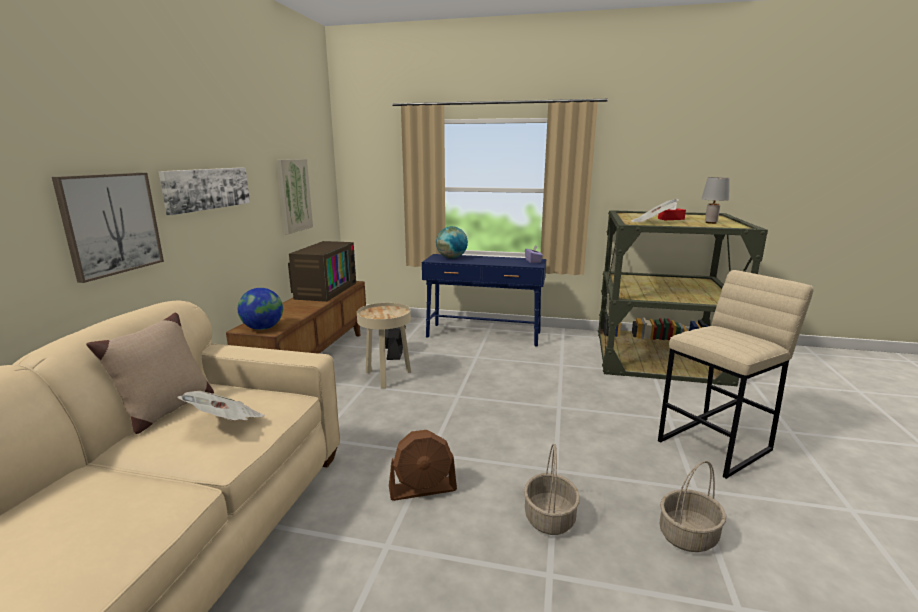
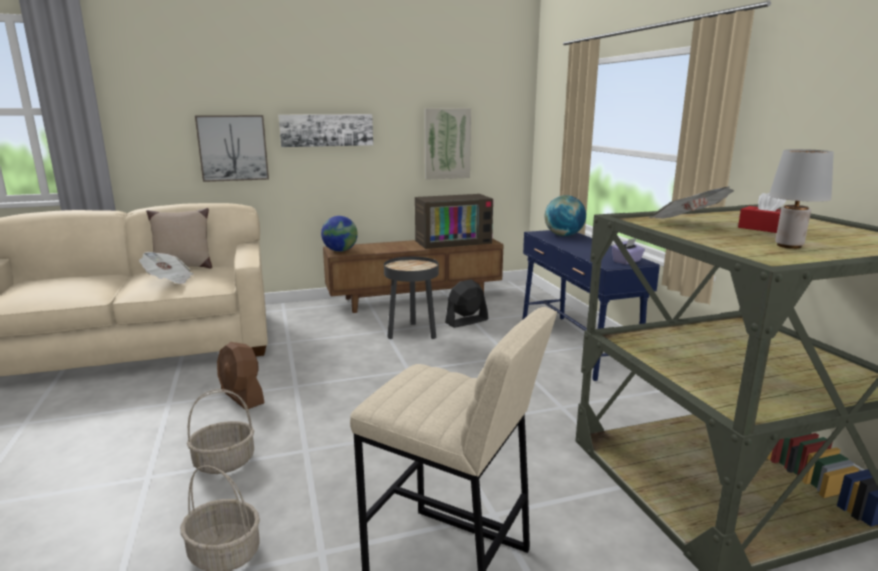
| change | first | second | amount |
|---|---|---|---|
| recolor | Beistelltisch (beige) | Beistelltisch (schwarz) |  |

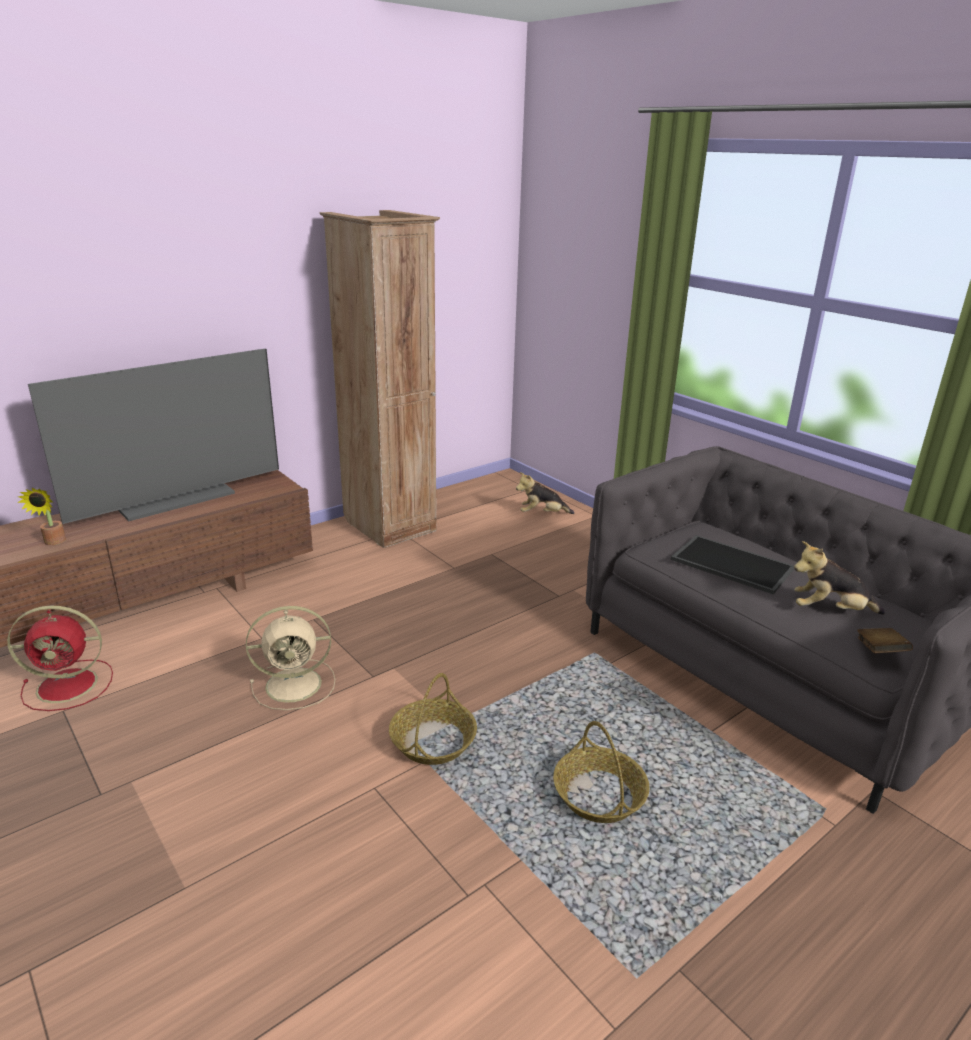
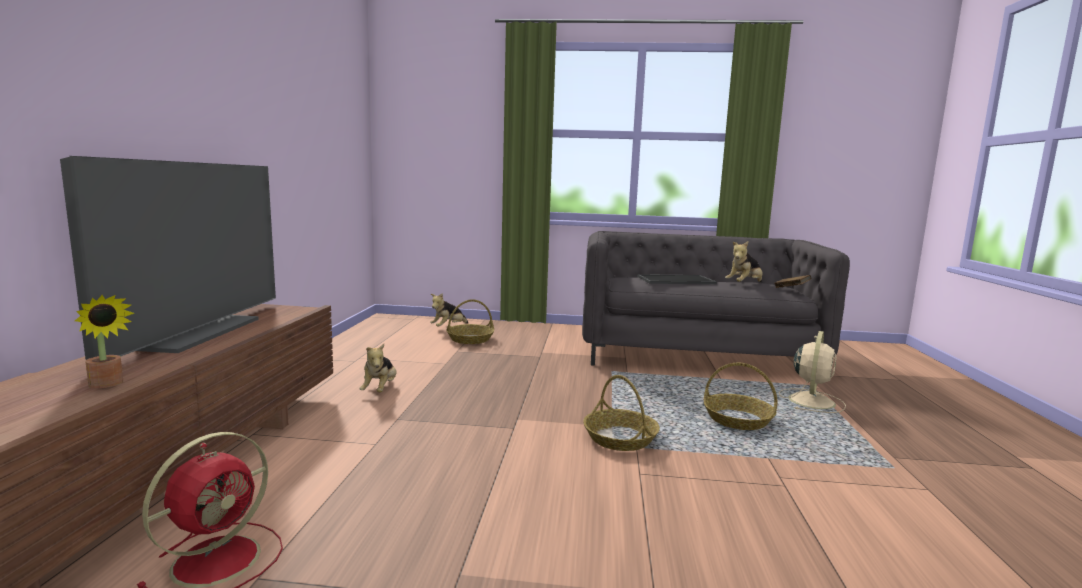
| change | first | second | amount |
|---|---|---|---|
| delete | Schrank (braun) |  |  |
| insert |  | Plüschtier (1st from left) |  |
| insert |  | Korb (1st from left) |  |
| move | Ventilator (beige) |  |  |

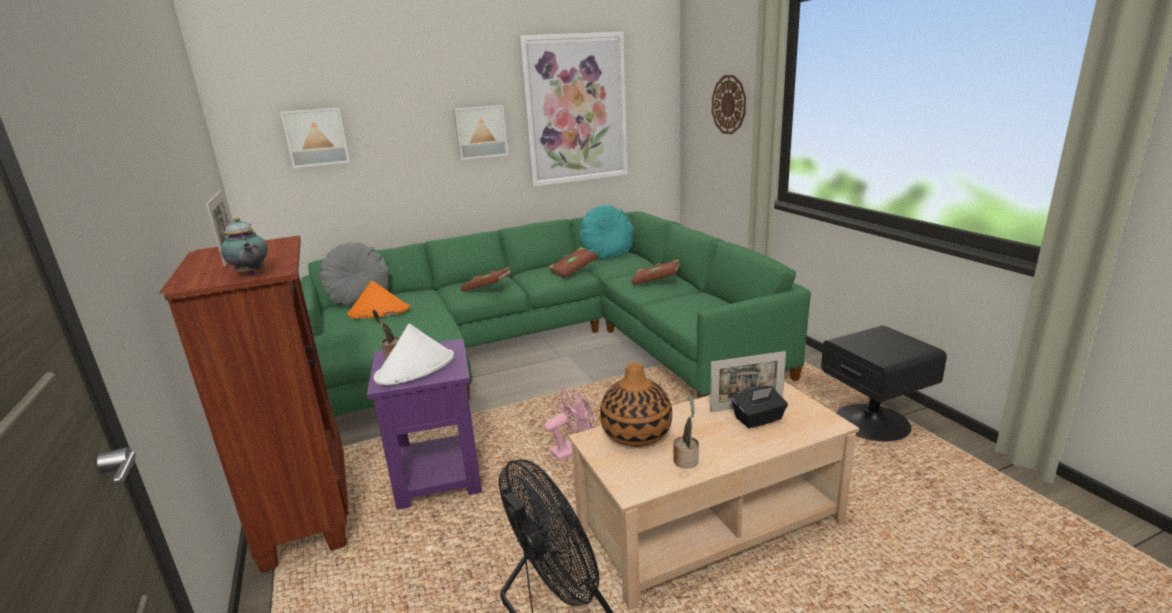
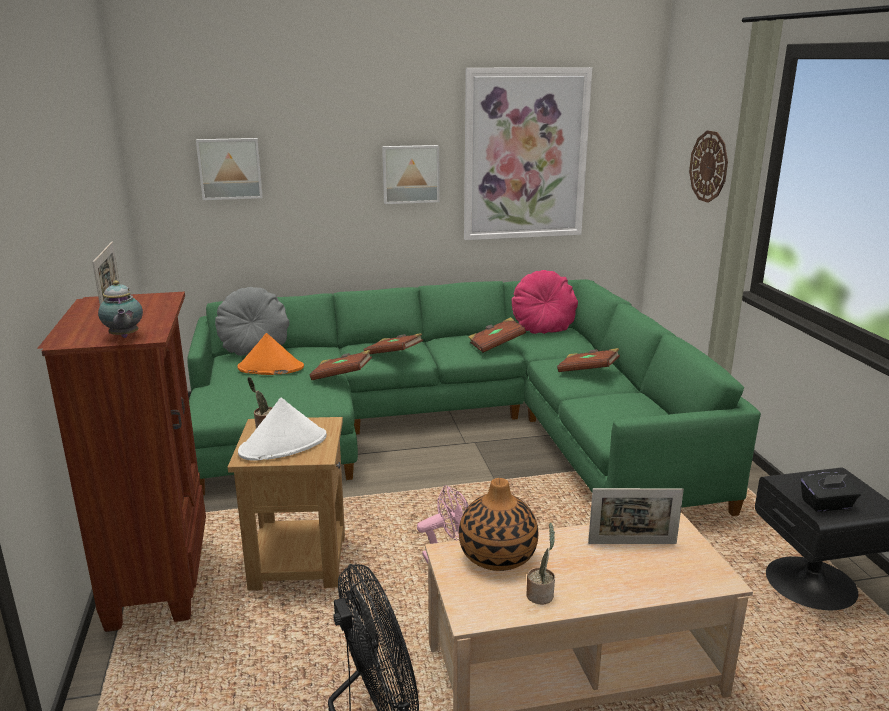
| change | first | second | amount |
|---|---|---|---|
| insert |  | Buch (braun) (1st from left) |  |
| move | Taschentuchbox (schwarz) |  |  |
| recolor | Beistelltisch (lila) | Beistelltisch (braun) |  |
| recolor | Kissen (türkis) | Kissen (rosa) |  |

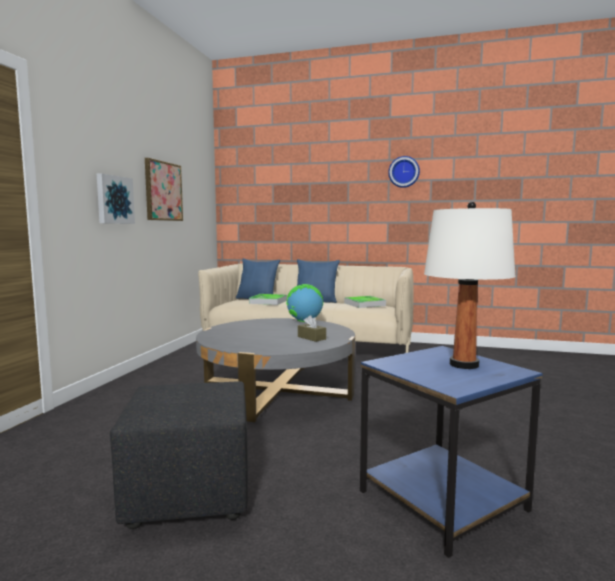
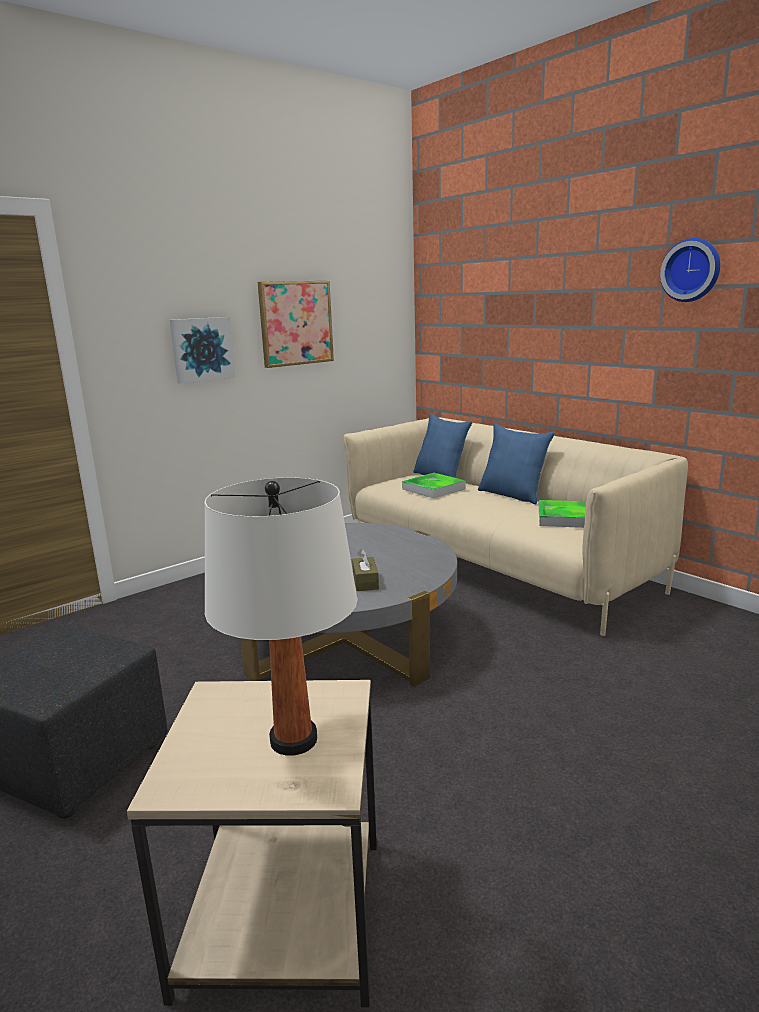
| change | first | second | amount |
|---|---|---|---|
| delete | Globus |  |  |
| recolor | Beistelltisch (blau) | Beistelltisch (beige) |  |

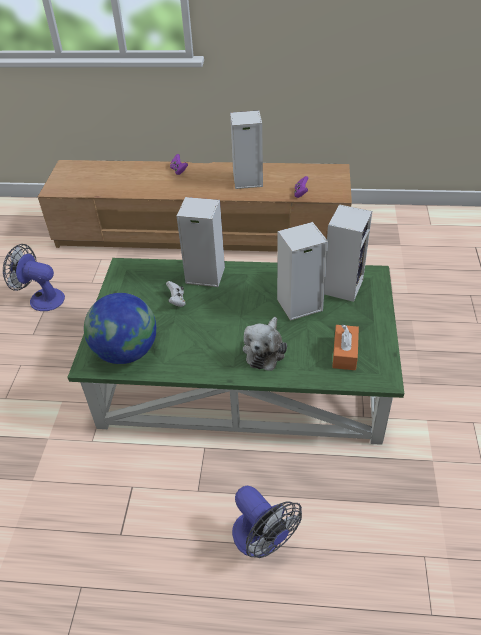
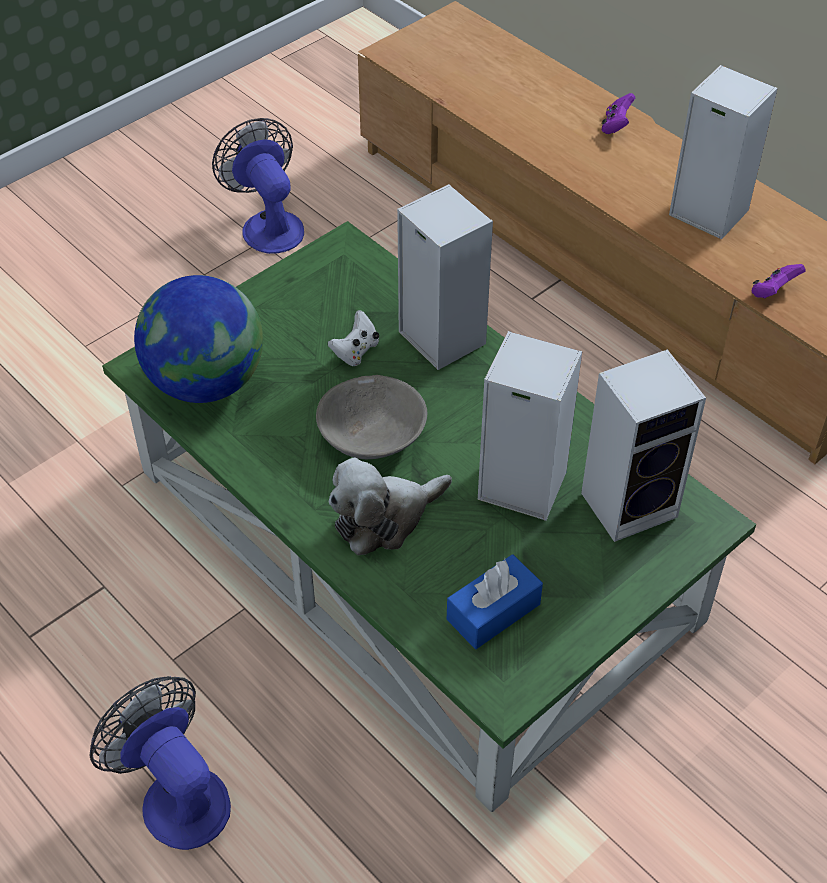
| change | first | second | amount |
|---|---|---|---|
| insert |  | Schüssel (grau) |  |
| recolor | Taschentuchbox (orange) | Taschentuchbox (blau) |  |
| rotate | Ventilator (2nd from left in the first image) | Ventilator (1st from left) | 135 degrees clockwise |

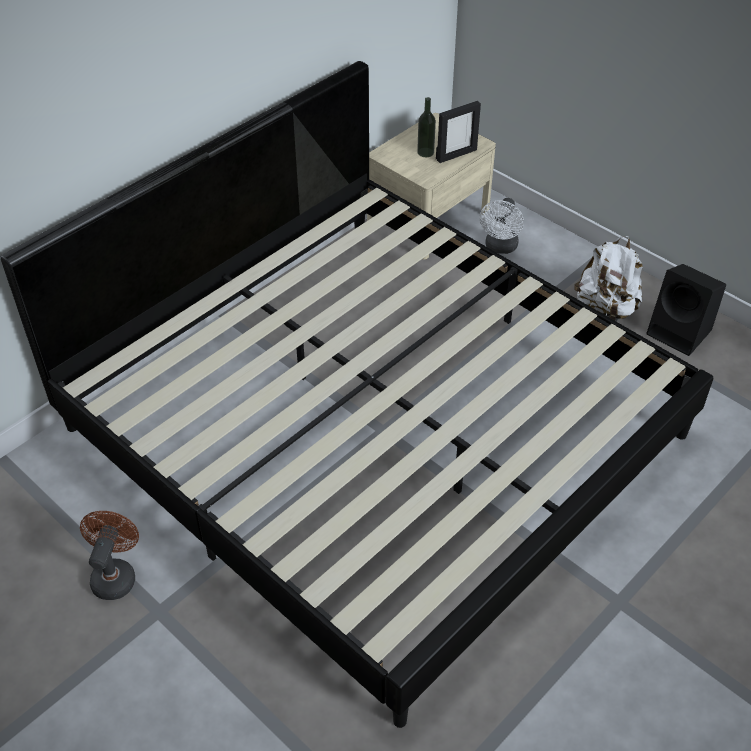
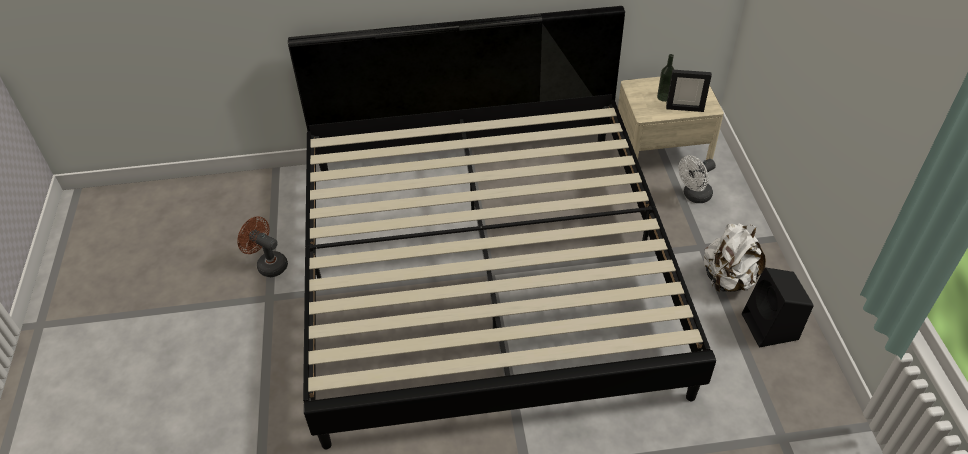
| change | first | second | amount |
|---|---|---|---|
| rotate | Ventilator (braun) |  | 105 degrees counterclockwise |

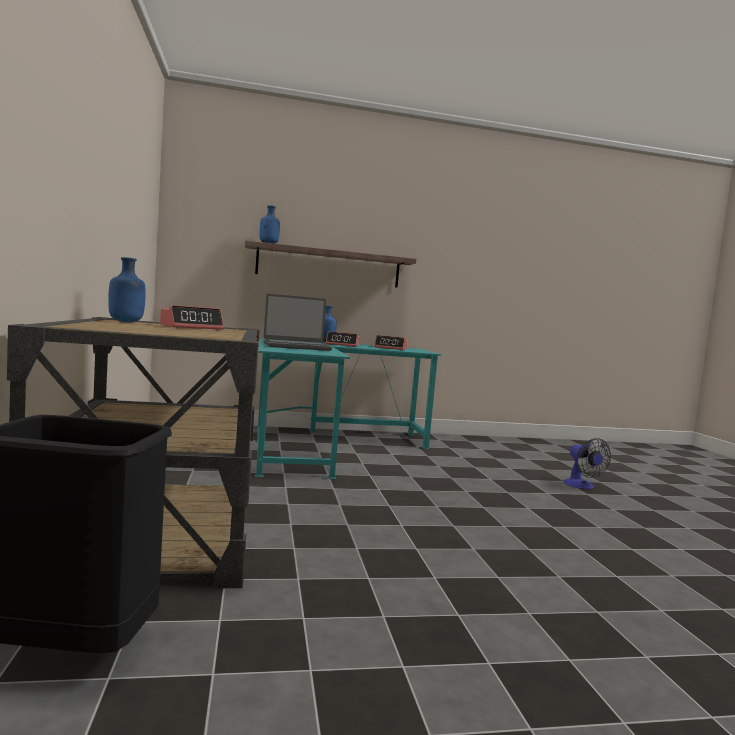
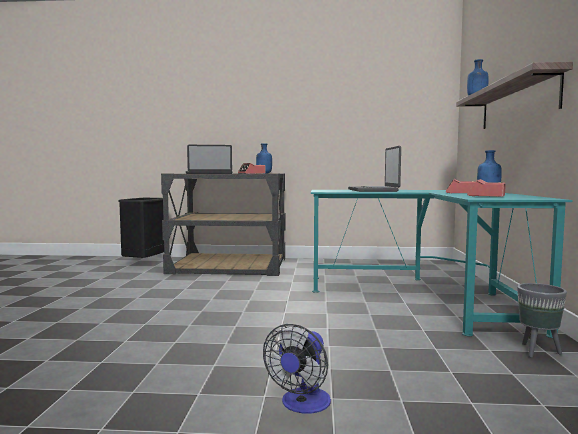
| change | first | second | amount |
|---|---|---|---|
| insert |  | Laptop (1st from left) |  |
| insert |  | Pflanzkübel (grau) |  |
| rotate | Ventilator |  | 60 degrees counterclockwise |

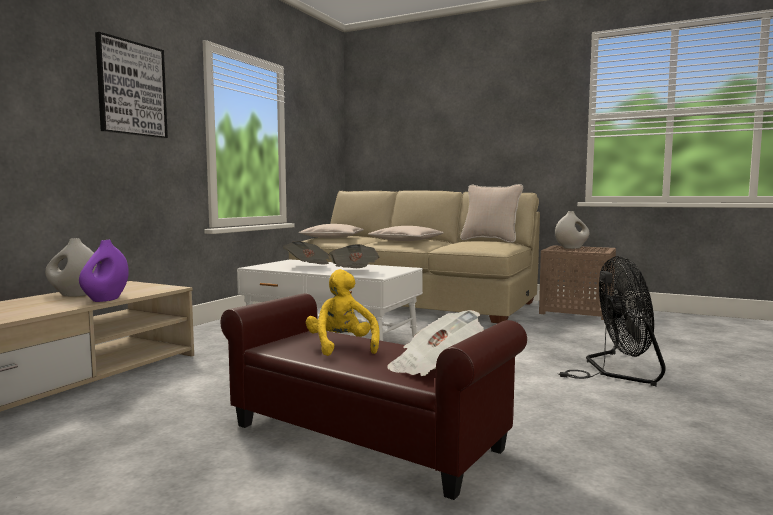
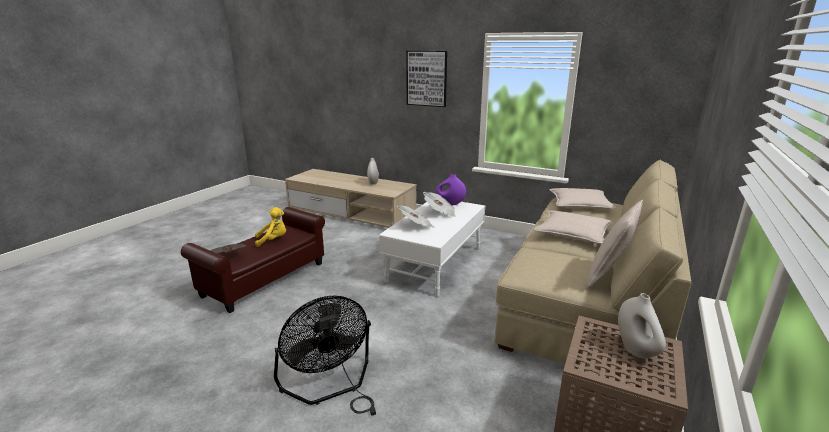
| change | first | second | amount |
|---|---|---|---|
| move | Vase (lila) |  |  |
| rotate | Ventilator (schwarz) |  | 150 degrees clockwise |

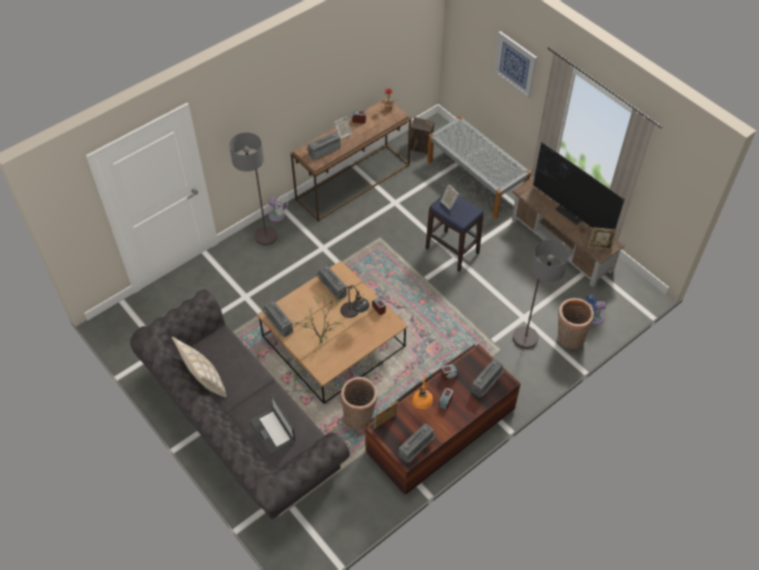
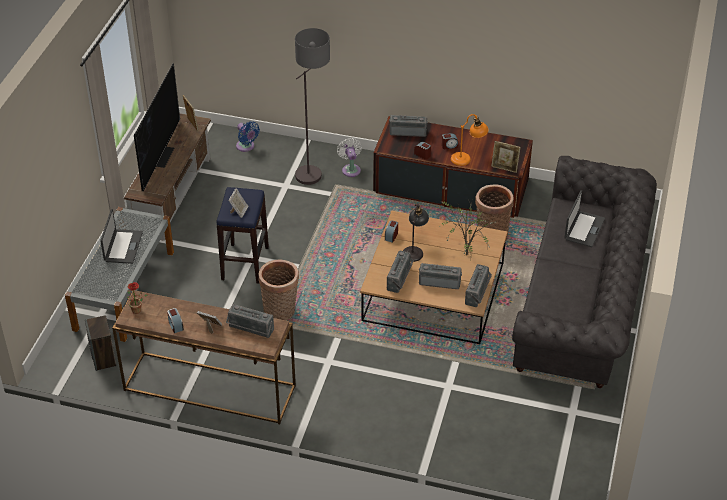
| change | first | second | amount |
|---|---|---|---|
| delete | Kissen (beige) |  |  |
| delete | Stehlampe (grau) (1st from left) |  |  |
| delete | Bild |  |  |
| insert |  | Laptop (1st from left) |  |
| move | Ventilator (weiß) |  |  |
| move | Radio (4th from left) |  |  |
| move | Korb (2nd from left in the first image) | Korb (1st from left) |  |

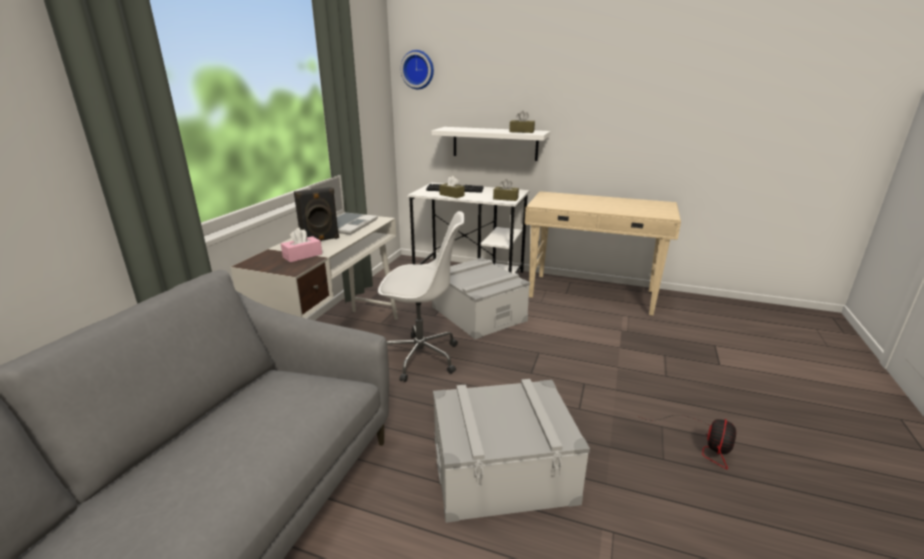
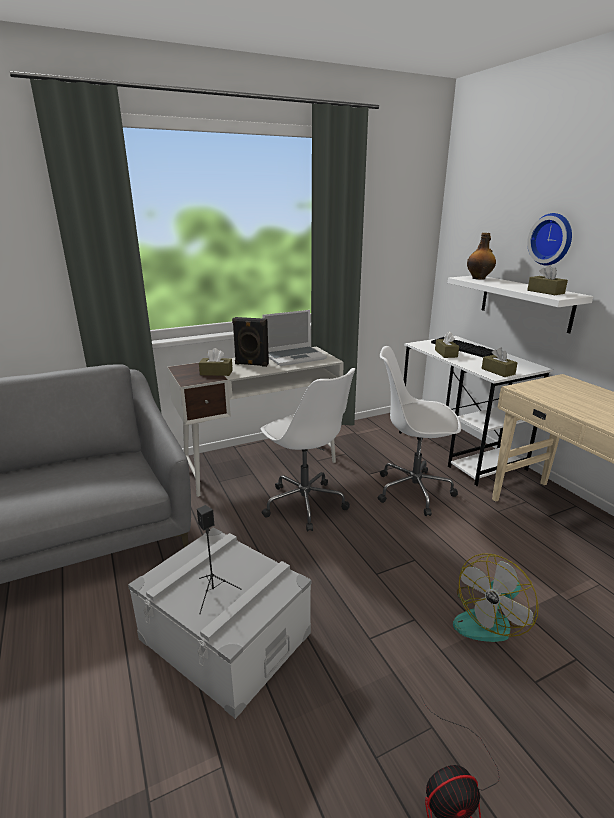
| change | first | second | amount |
|---|---|---|---|
| insert |  | Lautsprecher (schwarz) (1st from left) |  |
| insert |  | Ventilator (2nd from left) |  |
| insert |  | Flasche |  |
| move | Wanduhr |  |  |
| replace | Aufbewahrungsbox (grau) (1st from left) | Bürostuhl (weiß) (2nd from left) |  |
| recolor | Taschentuchbox (rosa) | Taschentuchbox (braun) (1st from left) |  |

